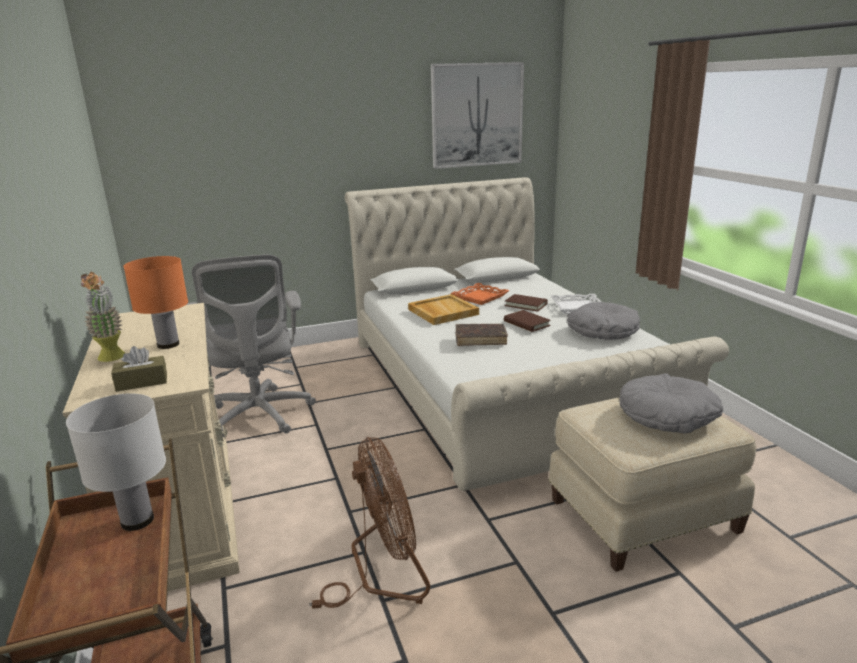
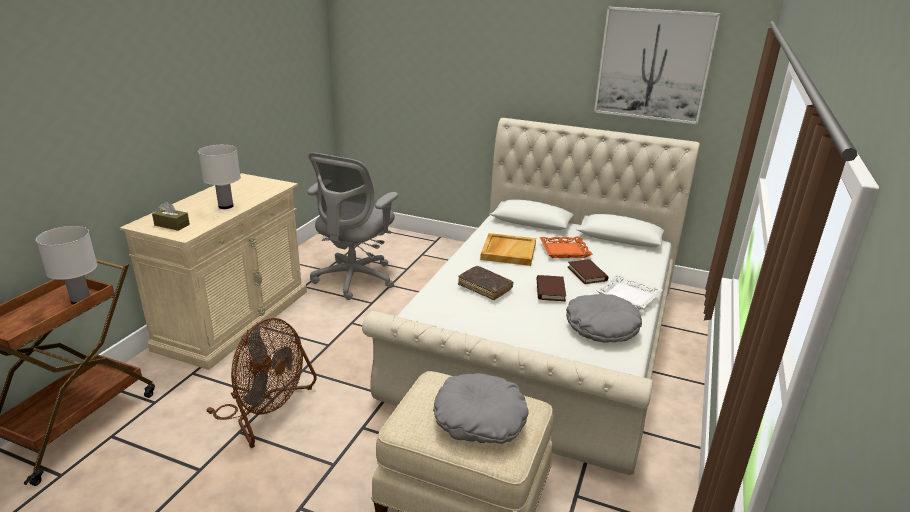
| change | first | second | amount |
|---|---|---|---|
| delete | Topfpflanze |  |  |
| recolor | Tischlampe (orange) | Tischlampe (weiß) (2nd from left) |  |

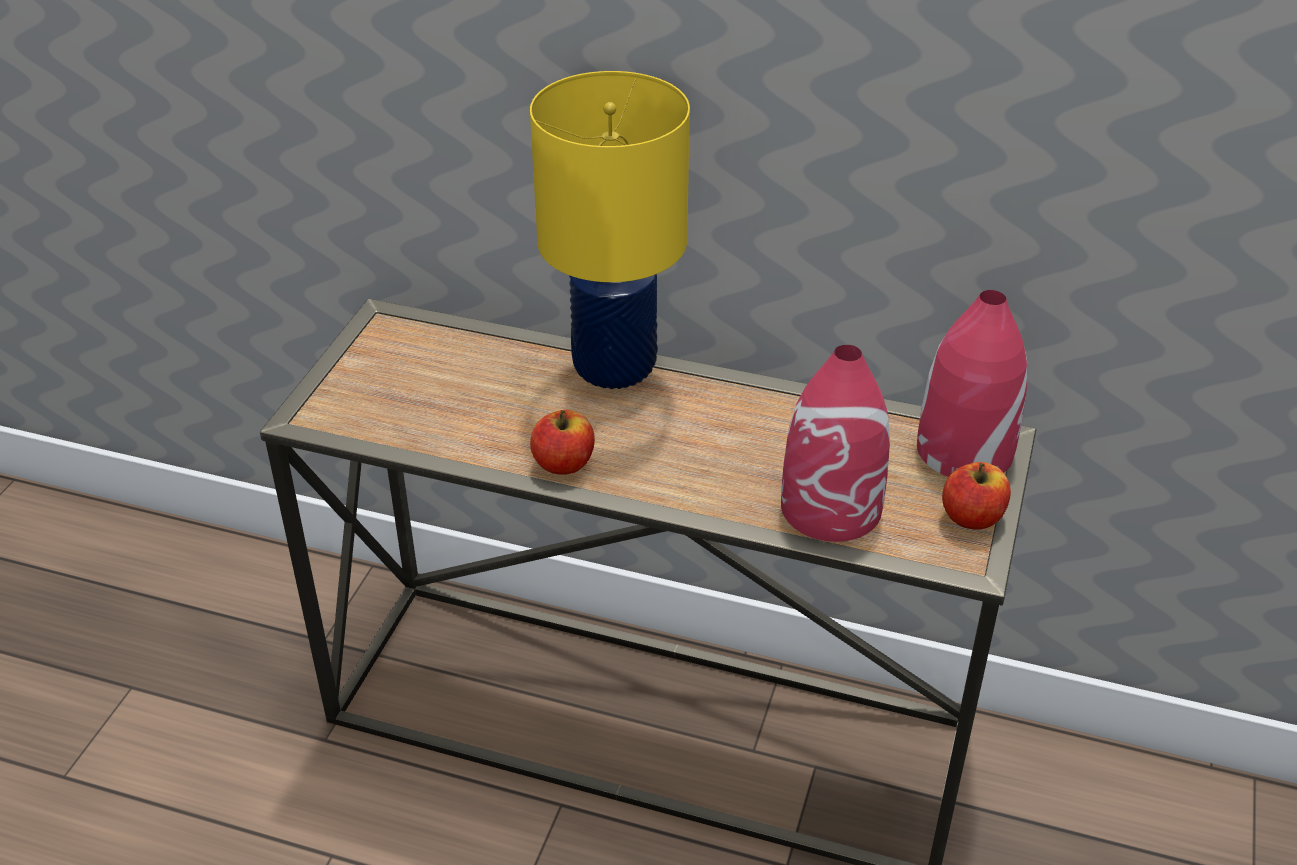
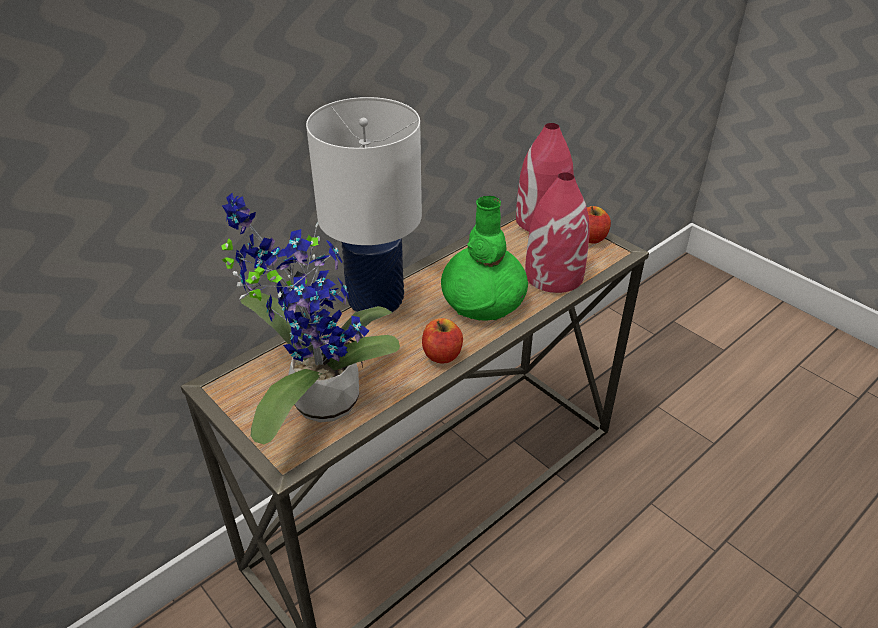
| change | first | second | amount |
|---|---|---|---|
| insert |  | Topfpflanze |  |
| insert |  | Vase (grün) |  |
| recolor | Tischlampe (gelb) | Tischlampe (weiß) |  |

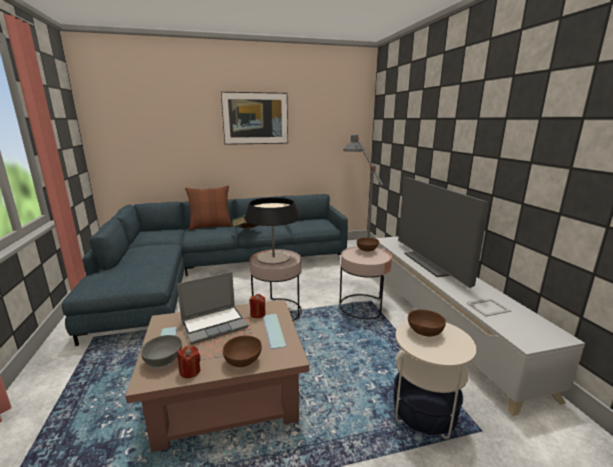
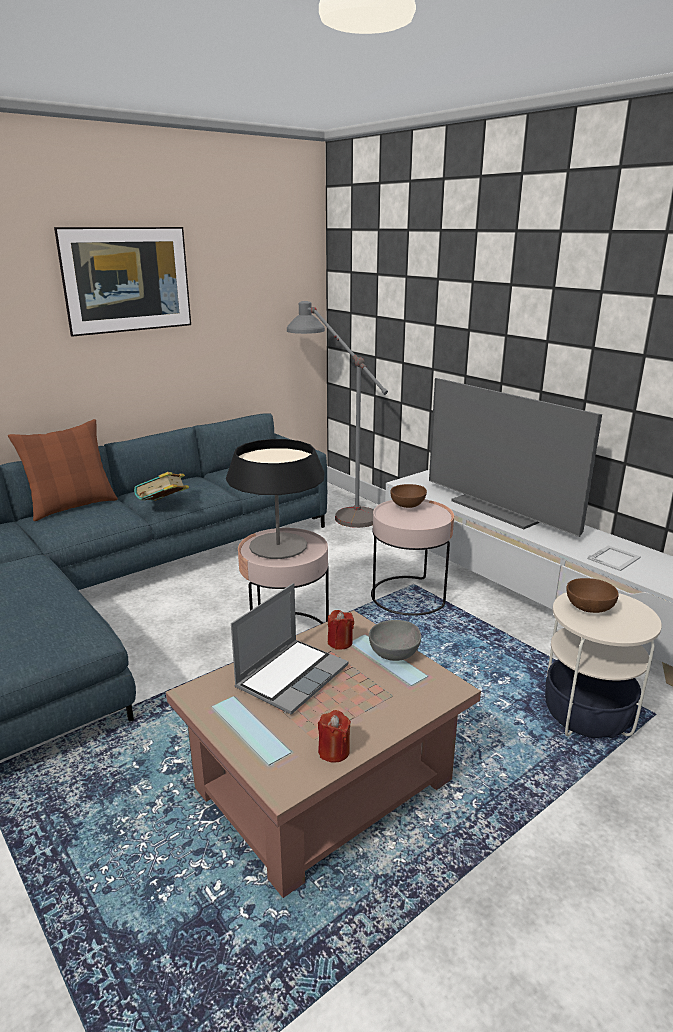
| change | first | second | amount |
|---|---|---|---|
| delete | Schüssel (braun) (1st from left) |  |  |
| move | Schüssel (grau) |  |  |

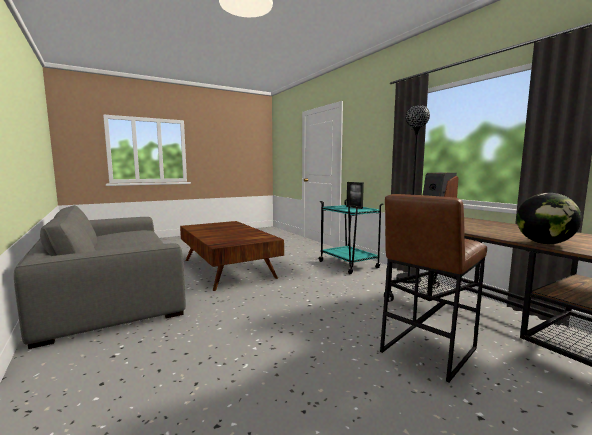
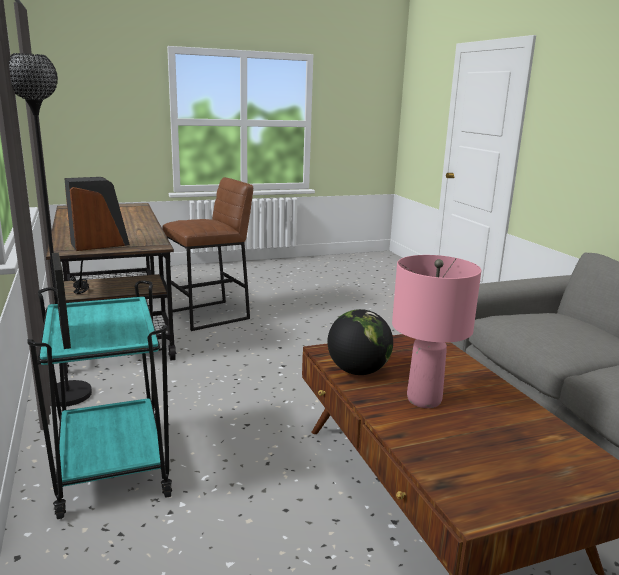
| change | first | second | amount |
|---|---|---|---|
| insert |  | Tischlampe (rosa) |  |
| move | Globus |  |  |

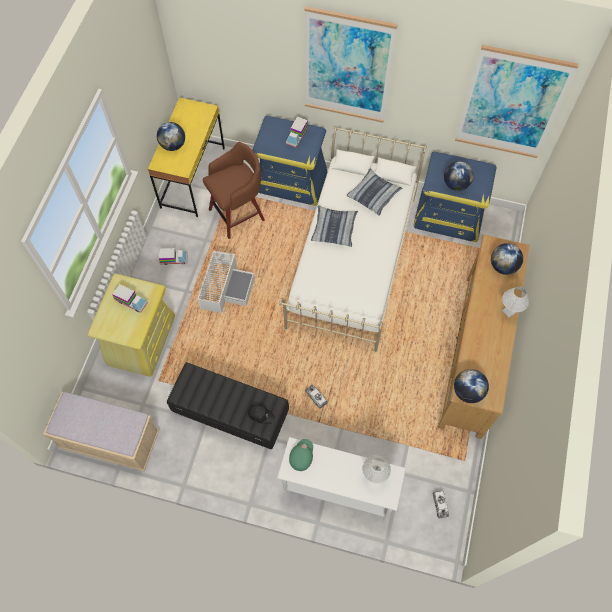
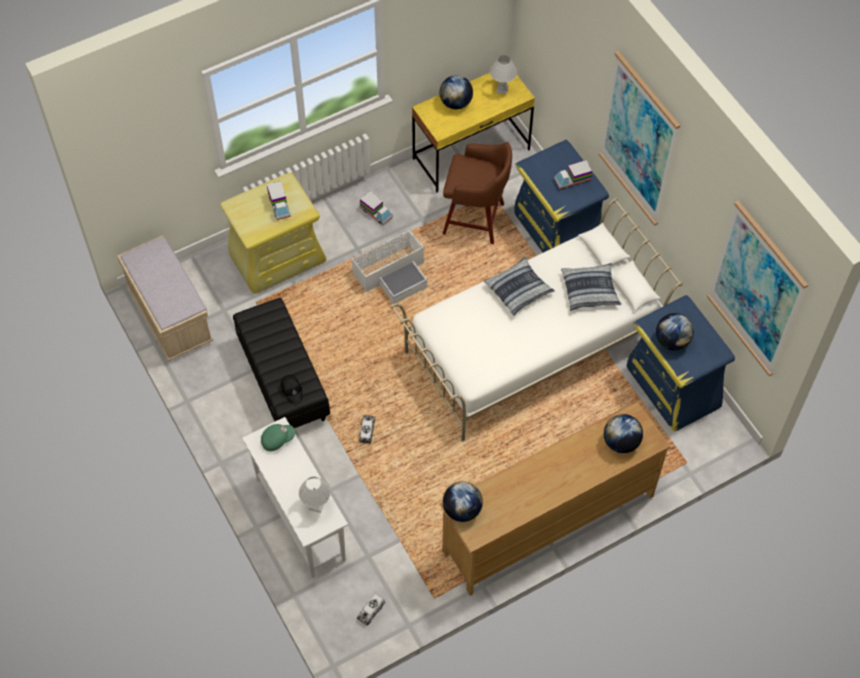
| change | first | second | amount |
|---|---|---|---|
| move | Tischlampe (weiß) (2nd from left) |  |  |

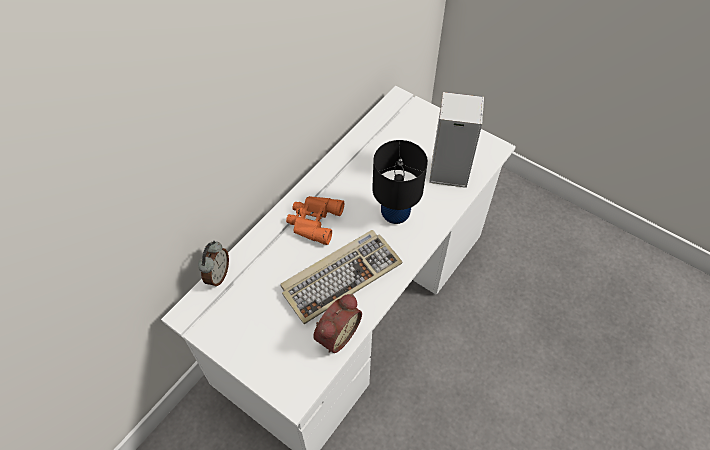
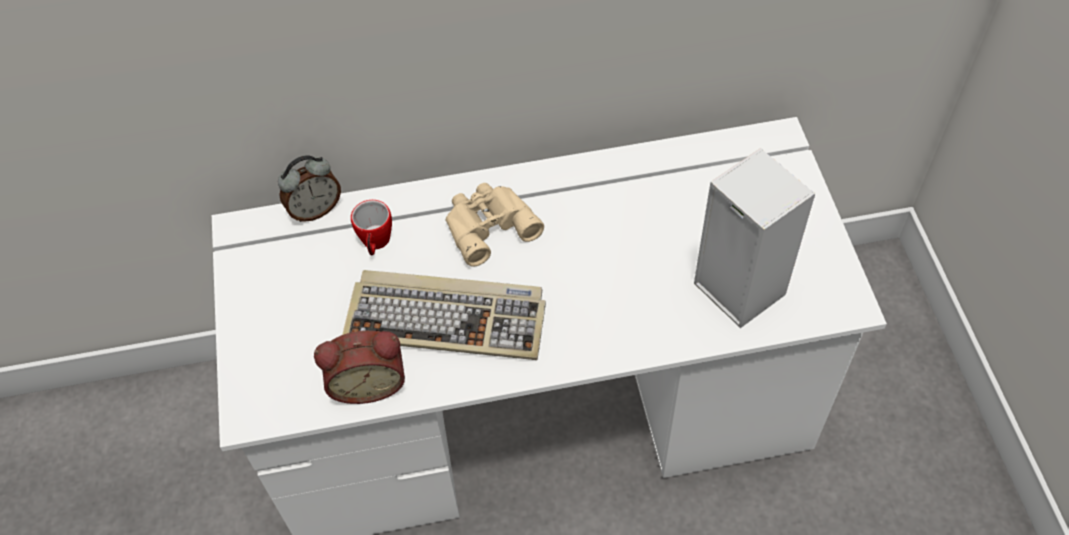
| change | first | second | amount |
|---|---|---|---|
| delete | Tischlampe (schwarz) |  |  |
| insert |  | Henkelbecher |  |
| recolor | Fernglas (orange) | Fernglas (beige) |  |

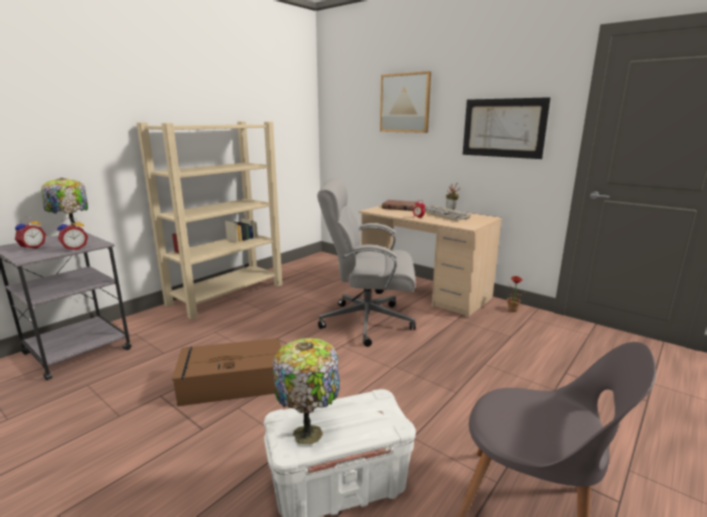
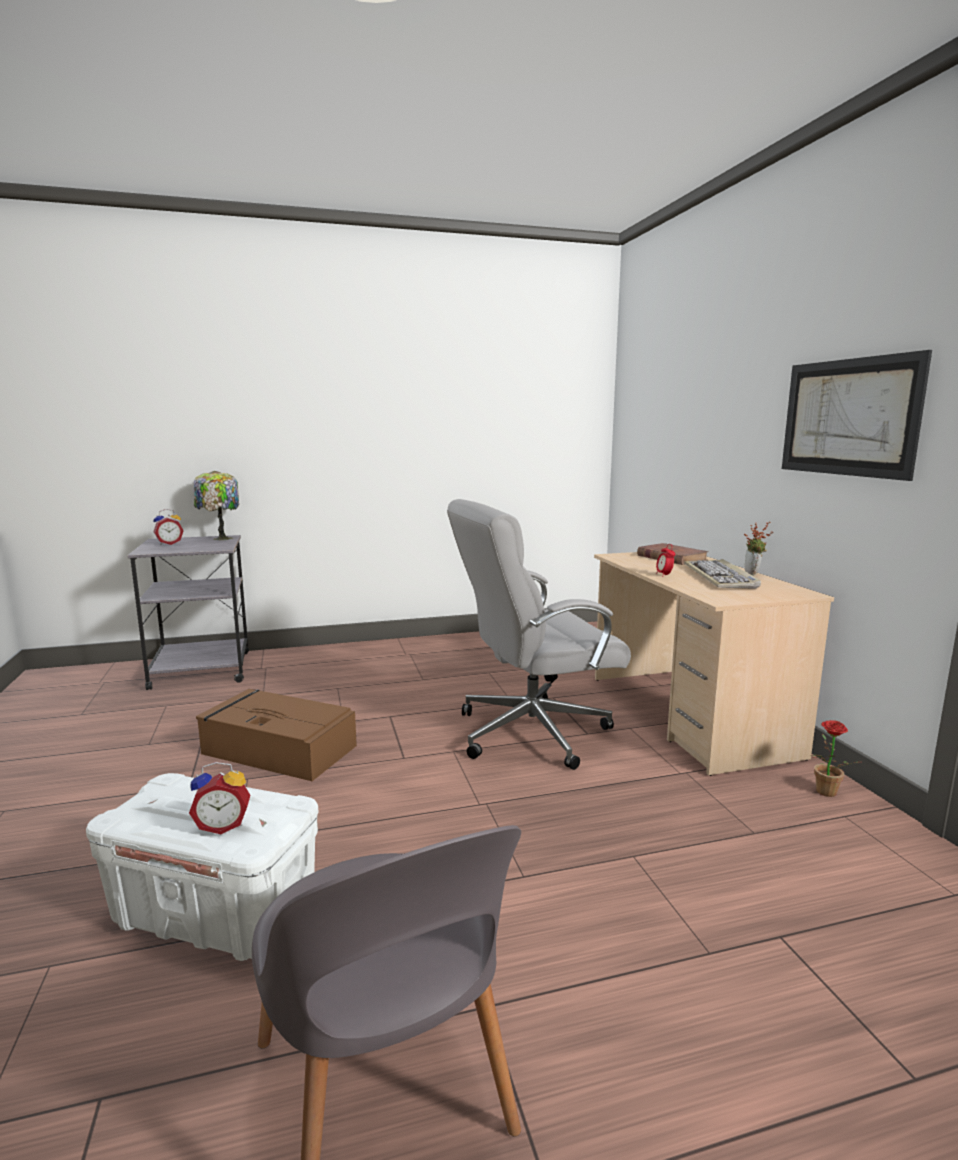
| change | first | second | amount |
|---|---|---|---|
| delete | Bücherregal (beige) |  |  |
| delete | Tischlampe (2nd from left) |  |  |
| delete | Bild (1st from left) |  |  |
| move | Wecker (2nd from left) |  |  |
| rotate | Bürostuhl (grau) |  | 60 degrees counterclockwise |

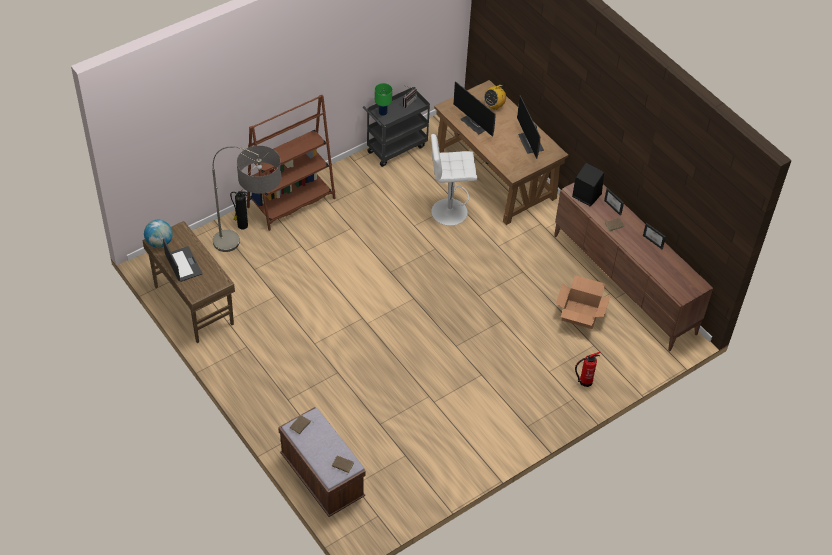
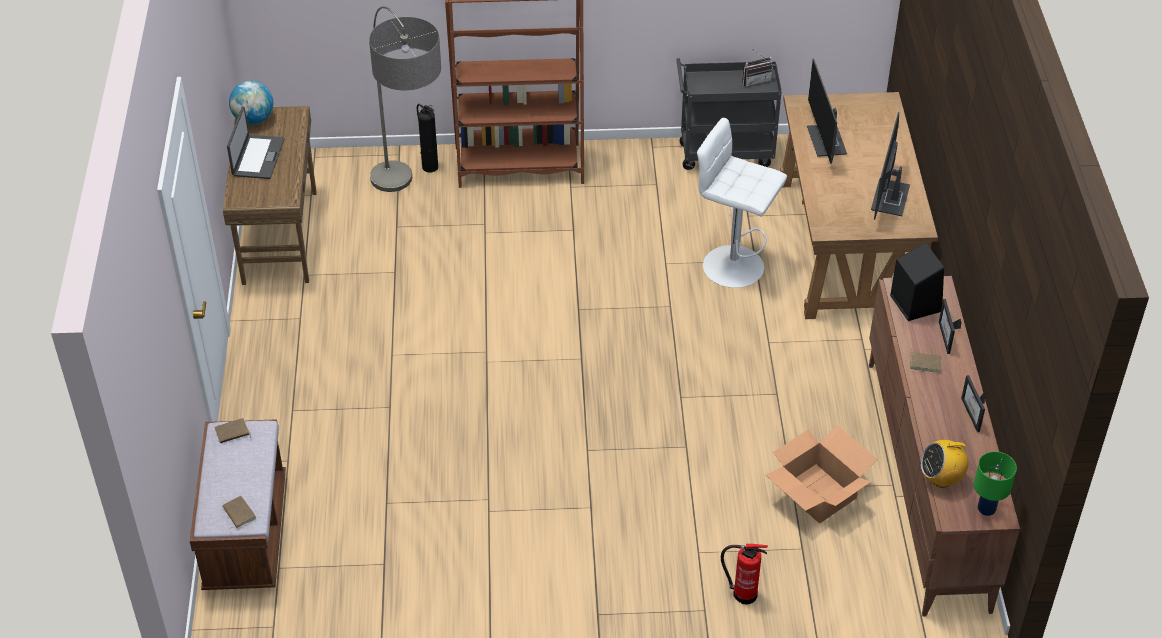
| change | first | second | amount |
|---|---|---|---|
| move | Tischlampe (grün) |  |  |
| move | Radio (2nd from left) |  |  |

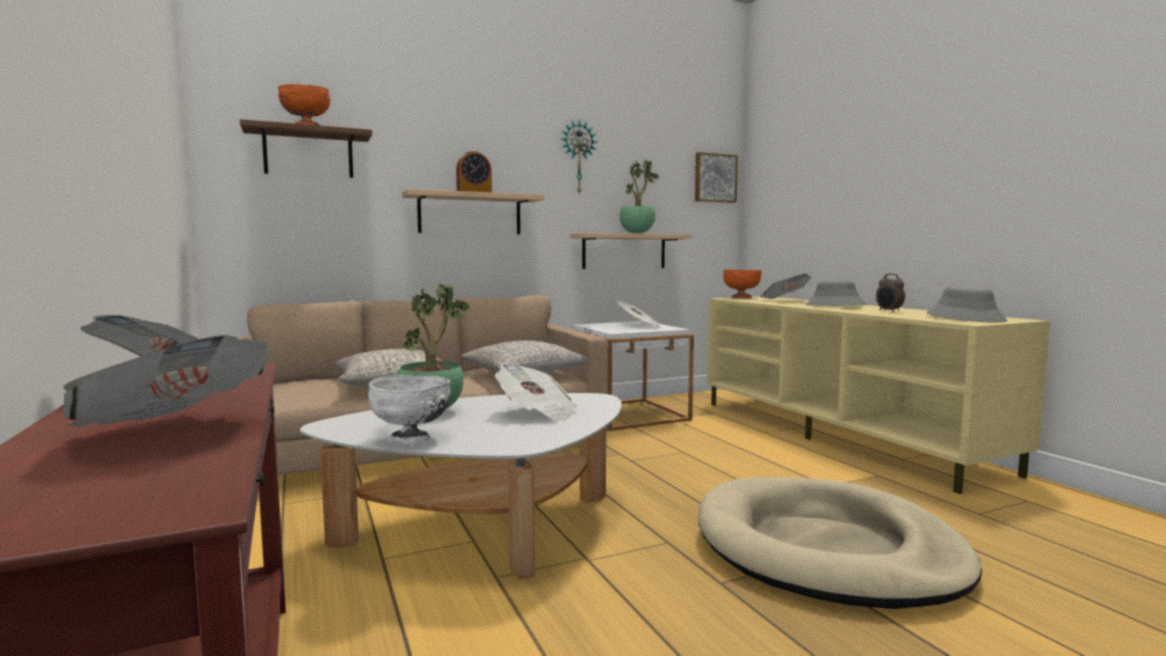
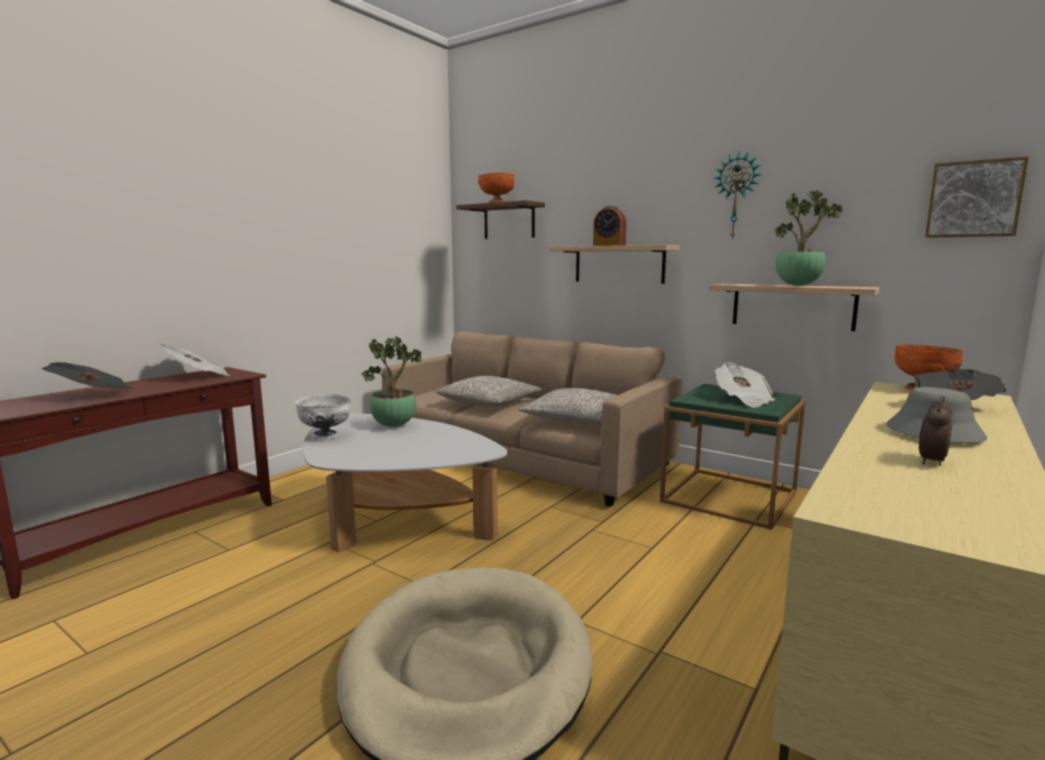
| change | first | second | amount |
|---|---|---|---|
| delete | Zeitung (3rd from left) |  |  |
| delete | Hut (grau) (2nd from left) |  |  |
| recolor | Beistelltisch (weiß) | Beistelltisch (grün) |  |

